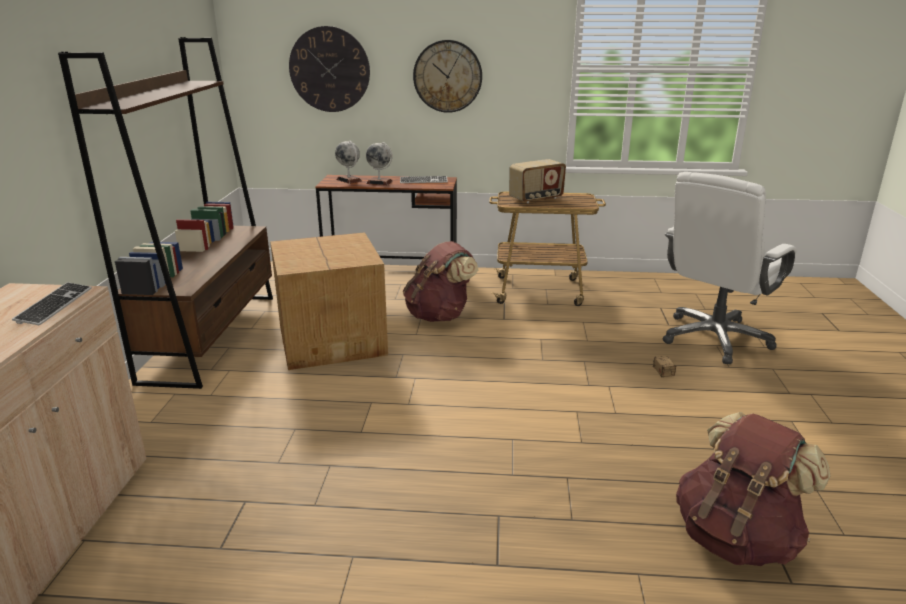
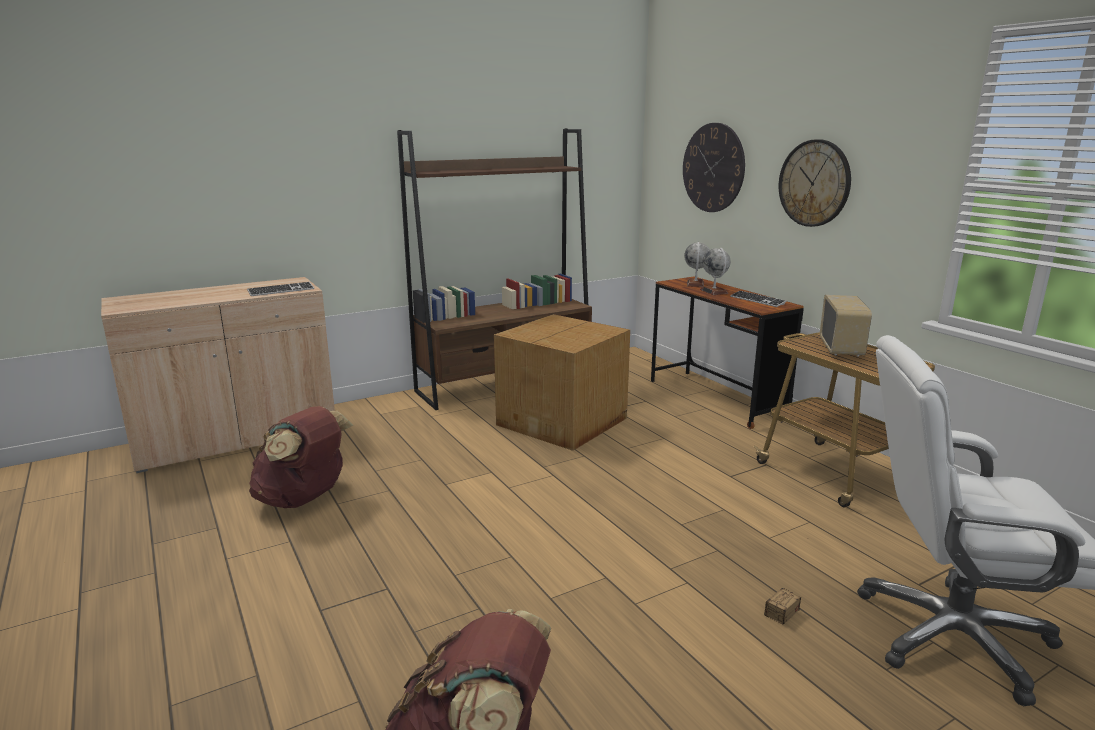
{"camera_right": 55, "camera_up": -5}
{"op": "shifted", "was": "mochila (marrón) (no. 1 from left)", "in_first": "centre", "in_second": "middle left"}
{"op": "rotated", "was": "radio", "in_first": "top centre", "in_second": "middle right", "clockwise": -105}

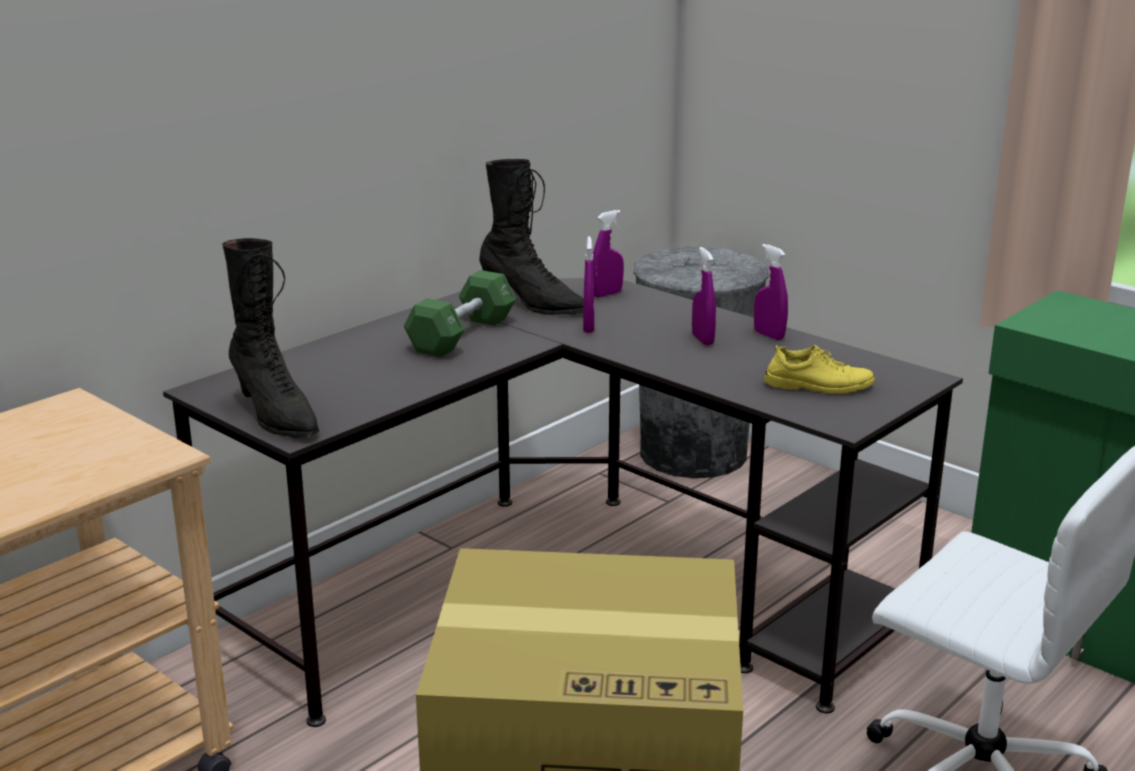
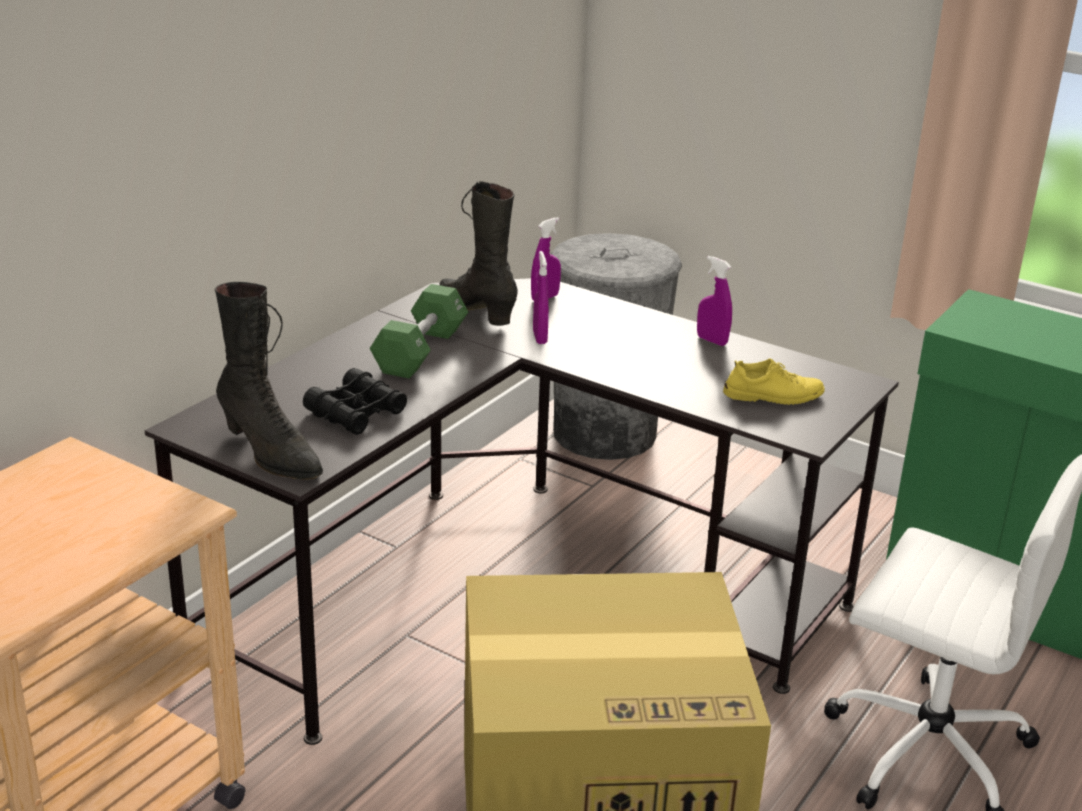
{"camera_right": -10, "camera_up": 5}
{"op": "new", "now": "prismáticos (negro)", "in_second": "middle left"}
{"op": "rotated", "was": "bota (negro) (no. 2 from left)", "in_first": "top centre", "in_second": "top centre", "clockwise": -150}
{"op": "gone", "was": "pulverizador (morado) (no. 3 from left)", "in_first": "centre"}

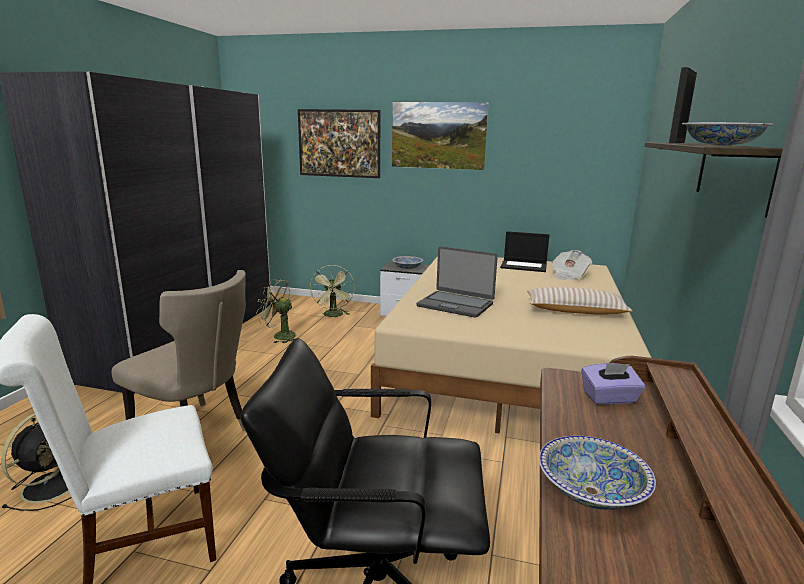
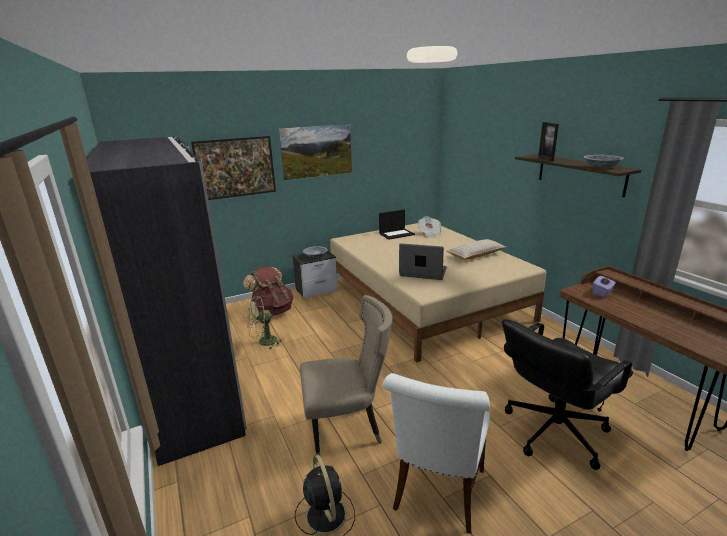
{"camera_right": -40, "camera_up": 5}
{"op": "swapped", "was": "ventilador (verde) (no. 2 from left)", "now": "mochila (marrón)", "in_first": "centre", "in_second": "centre"}
{"op": "rotated", "was": "portátil (no. 1 from left in the first image)", "in_first": "centre", "in_second": "centre", "clockwise": -150}
{"op": "gone", "was": "cuenco (no. 2 from left)", "in_first": "bottom right"}

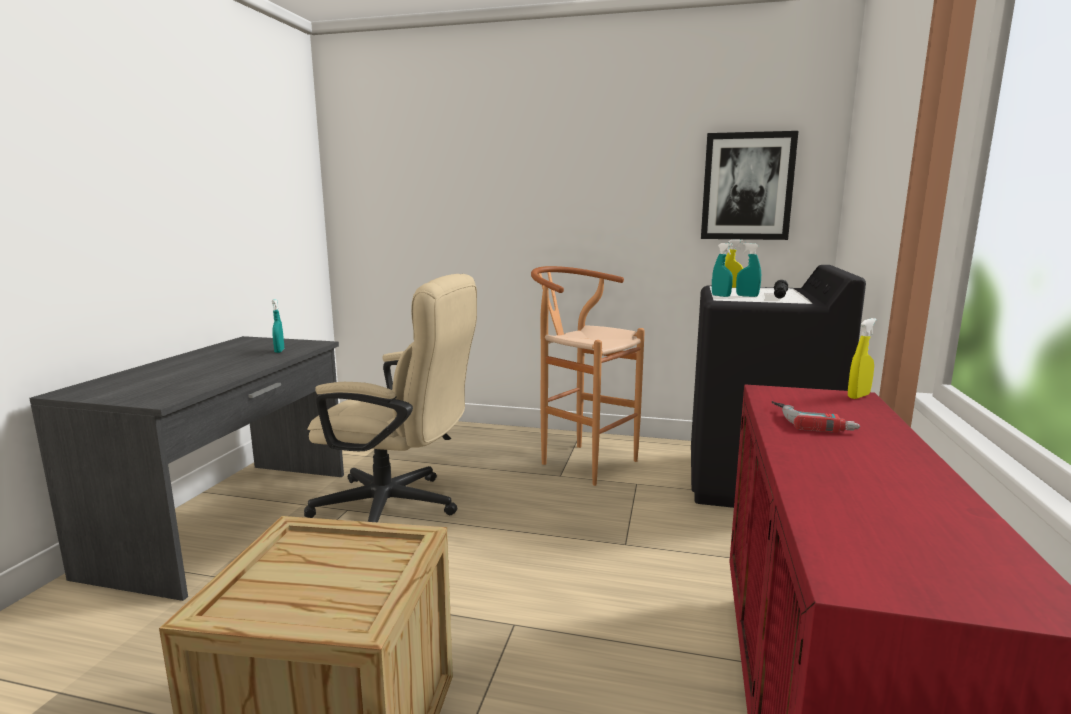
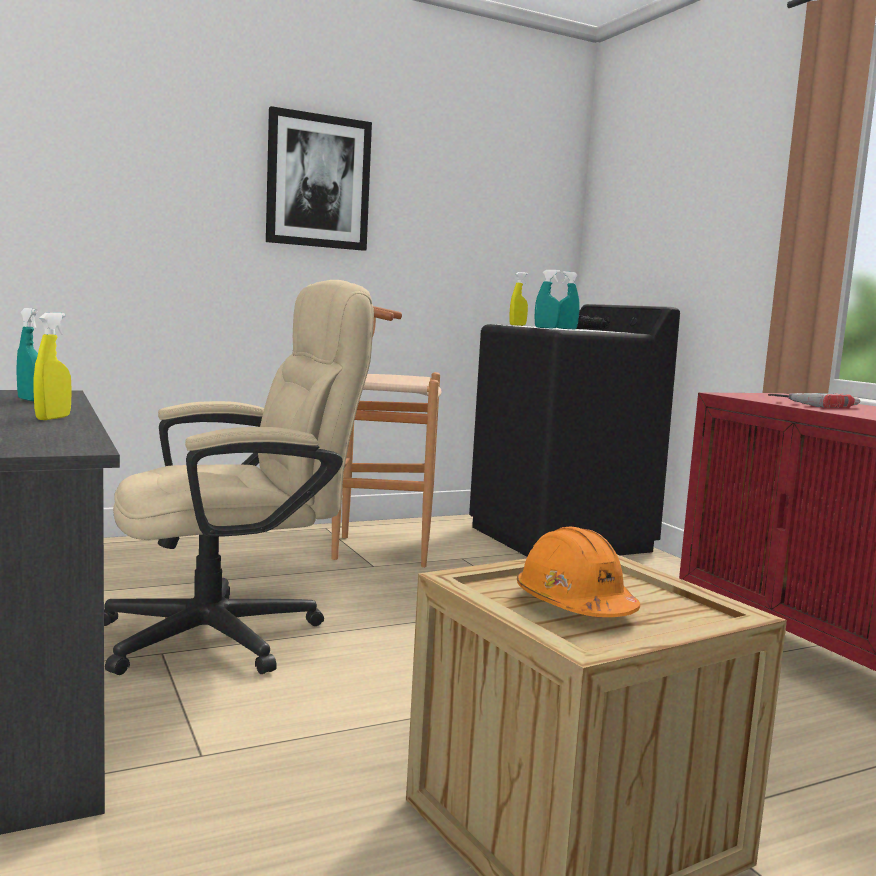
{"camera_right": -40, "camera_up": -5}
{"op": "shifted", "was": "pulverizador (amarillo) (no. 2 from left in the first image)", "now": "pulverizador (amarillo) (no. 1 from left)", "in_first": "middle right", "in_second": "middle left"}
{"op": "shifted", "was": "cuadro", "in_first": "top right", "in_second": "top centre"}
{"op": "new", "now": "casco (naranja)", "in_second": "centre"}

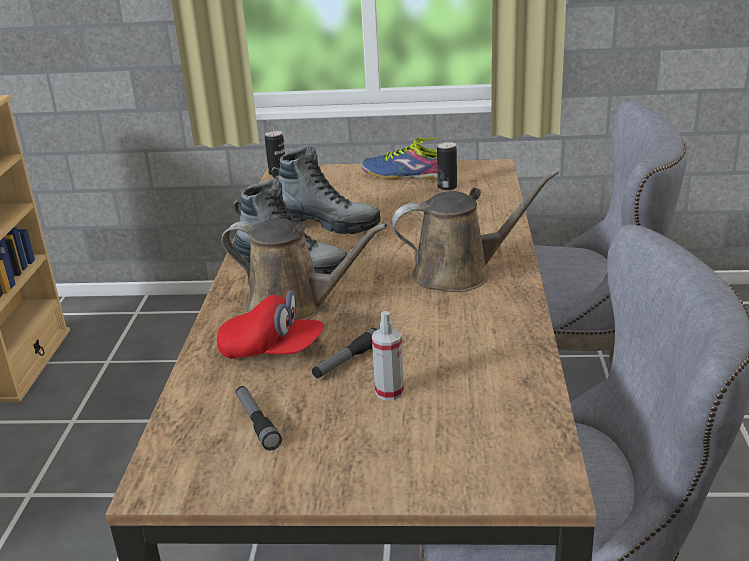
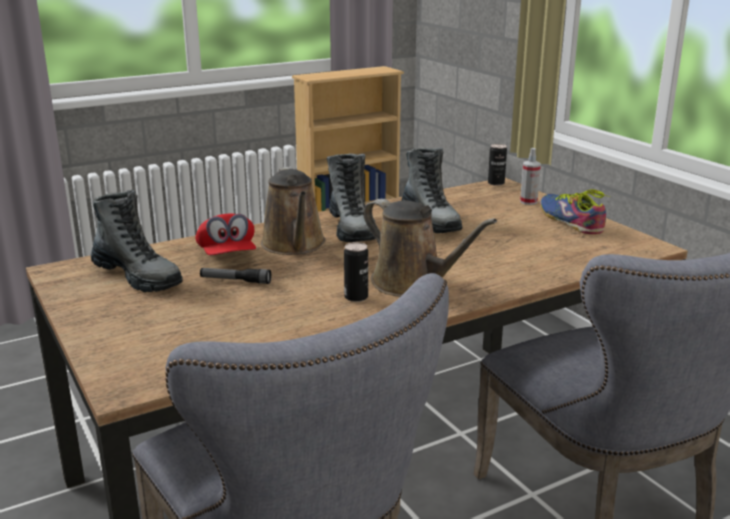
{"camera_right": 55, "camera_up": -5}
{"op": "swapped", "was": "linterna (no. 1 from left)", "now": "bota (no. 1 from left)", "in_first": "bottom centre", "in_second": "middle left"}
{"op": "shifted", "was": "lata (no. 2 from left in the first image)", "now": "lata (no. 1 from left)", "in_first": "top centre", "in_second": "centre"}
{"op": "shifted", "was": "pulverizador", "in_first": "centre", "in_second": "middle right"}

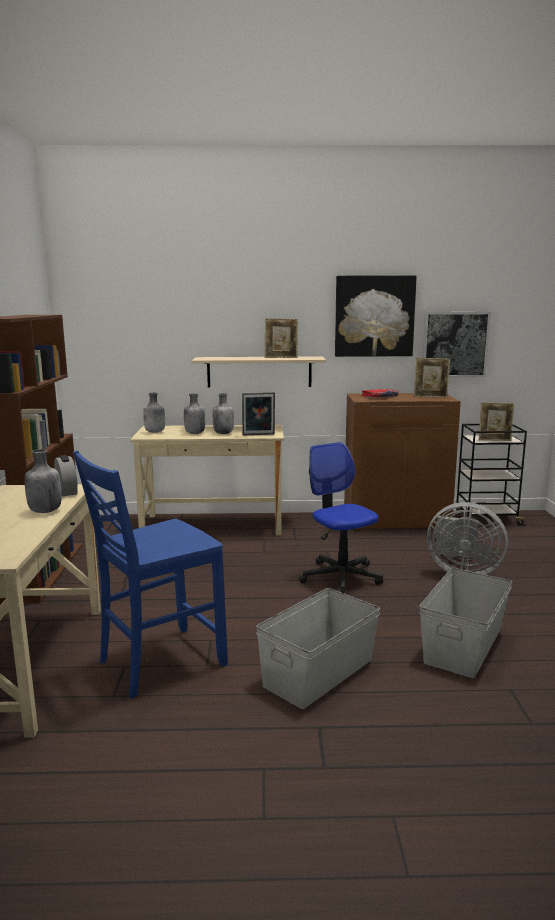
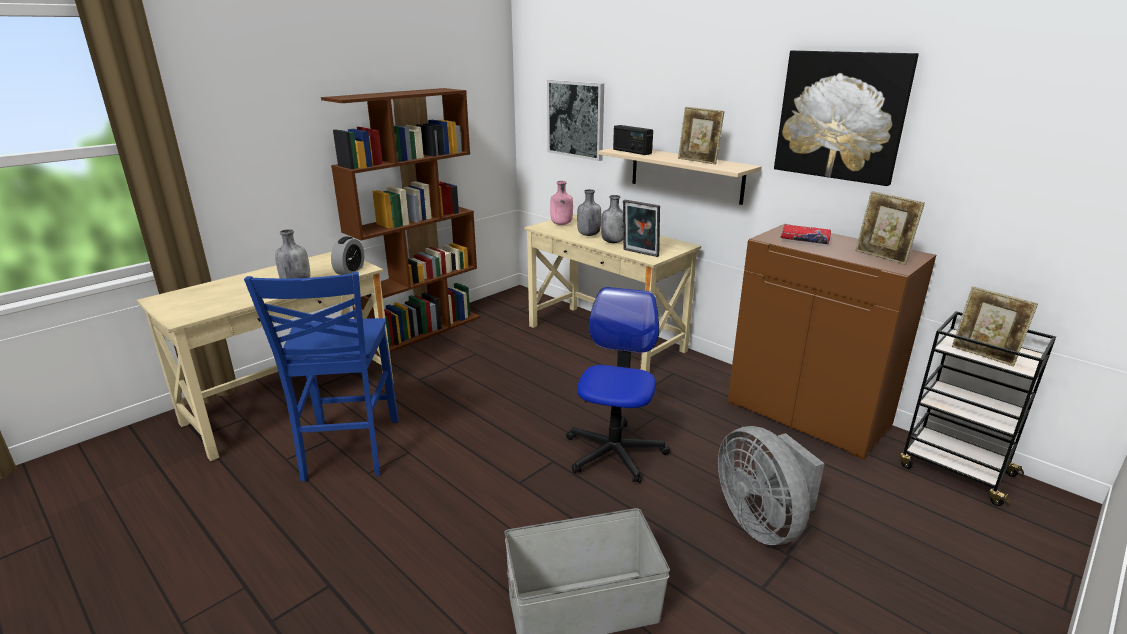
{"camera_right": 45, "camera_up": 10}
{"op": "rotated", "was": "silla (azul)", "in_first": "middle left", "in_second": "middle left", "clockwise": -105}
{"op": "shifted", "was": "cuadro (no. 2 from left in the first image)", "now": "cuadro (no. 1 from left)", "in_first": "middle right", "in_second": "top centre"}
{"op": "repainted", "was": "botella (gris) (no. 2 from left)", "now": "botella (rosa)", "in_first": "middle left", "in_second": "top centre"}
{"op": "new", "now": "radio", "in_second": "top centre"}
{"op": "gone", "was": "caja de almacenaje (gris) (no. 1 from left)", "in_first": "bottom centre"}

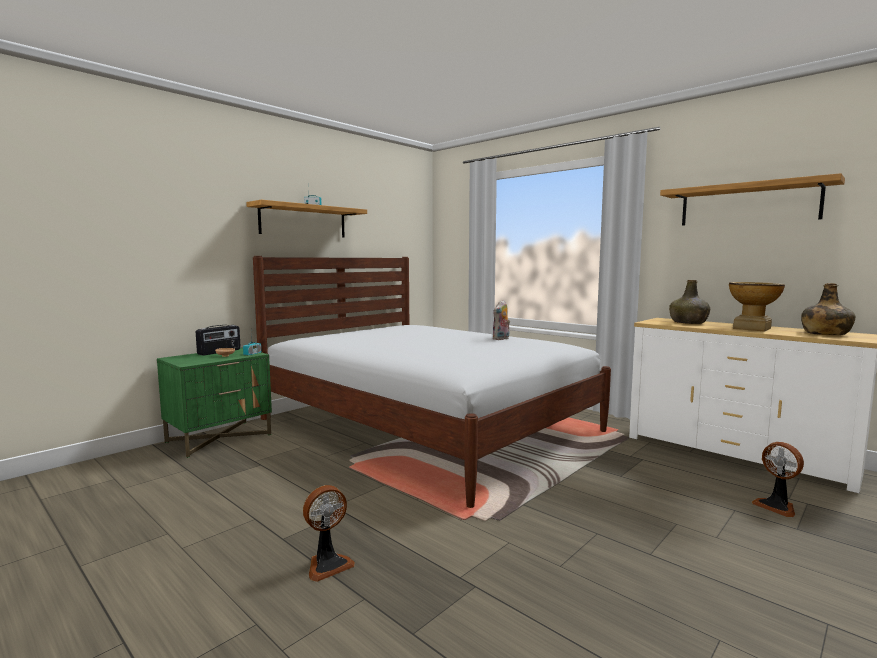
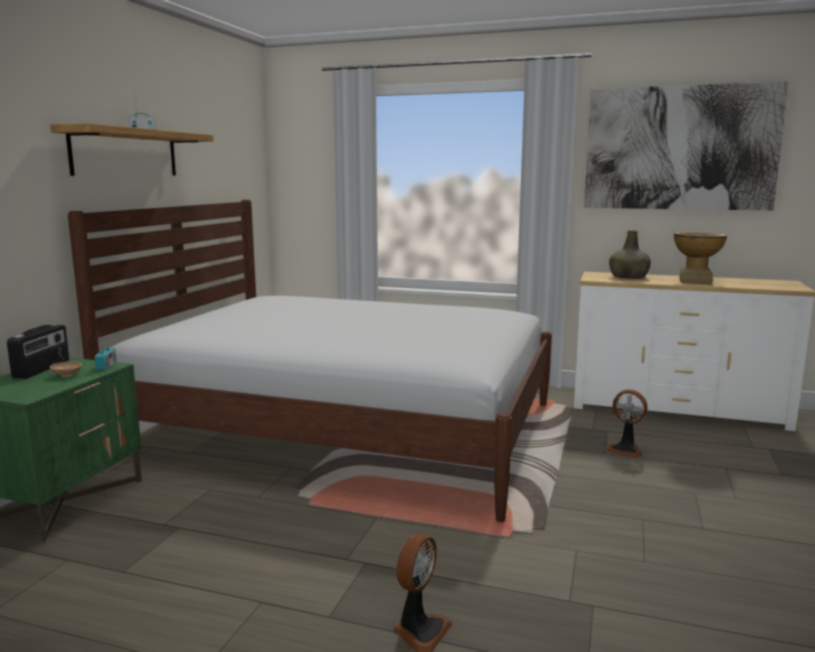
{"camera_right": -25, "camera_up": 5}
{"op": "swapped", "was": "estante (no. 2 from left)", "now": "cuadro", "in_first": "top right", "in_second": "top right"}
{"op": "shifted", "was": "ventilador (no. 2 from left)", "in_first": "bottom right", "in_second": "middle right"}
{"op": "gone", "was": "peluche", "in_first": "centre"}
{"op": "gone", "was": "botella (verde) (no. 2 from left)", "in_first": "middle right"}

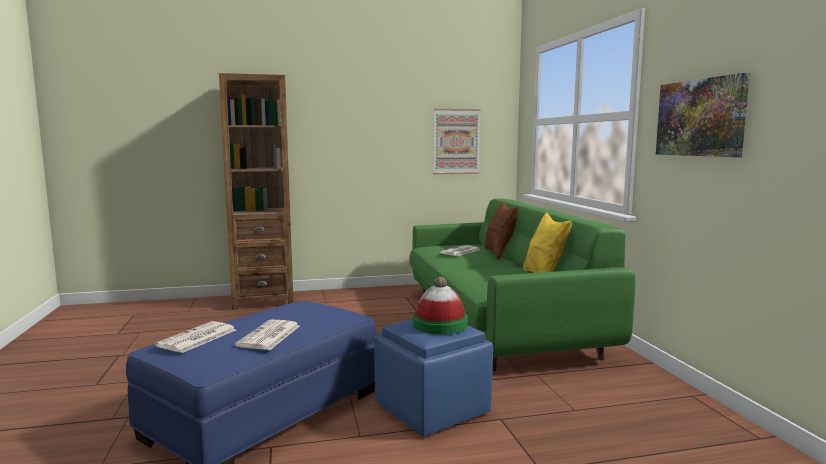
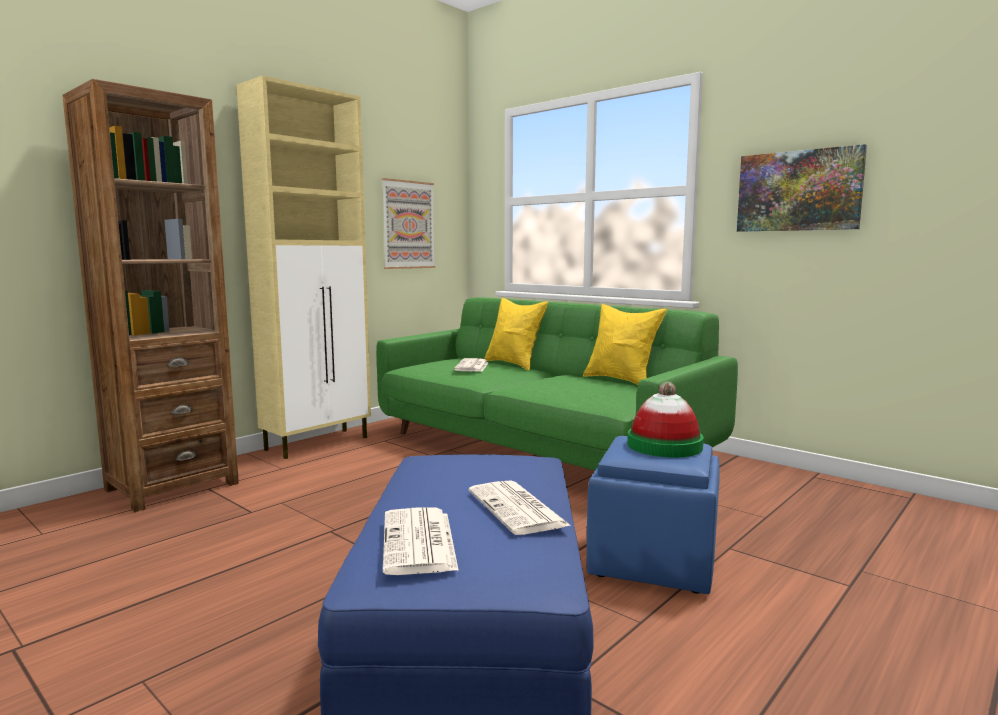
{"camera_right": -35, "camera_up": 0}
{"op": "new", "now": "armario (beis)", "in_second": "middle left"}
{"op": "repainted", "was": "cojín (marrón)", "now": "cojín (amarillo) (no. 1 from left)", "in_first": "centre", "in_second": "centre"}

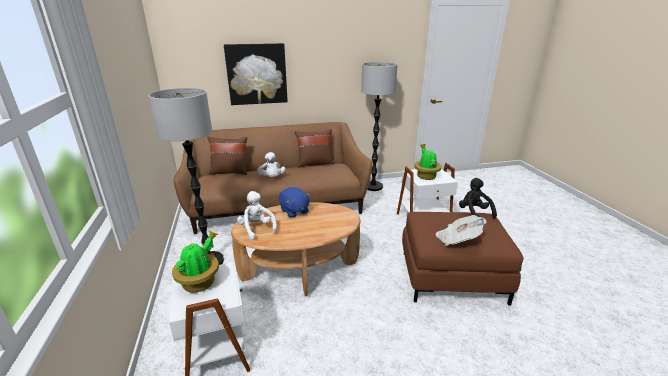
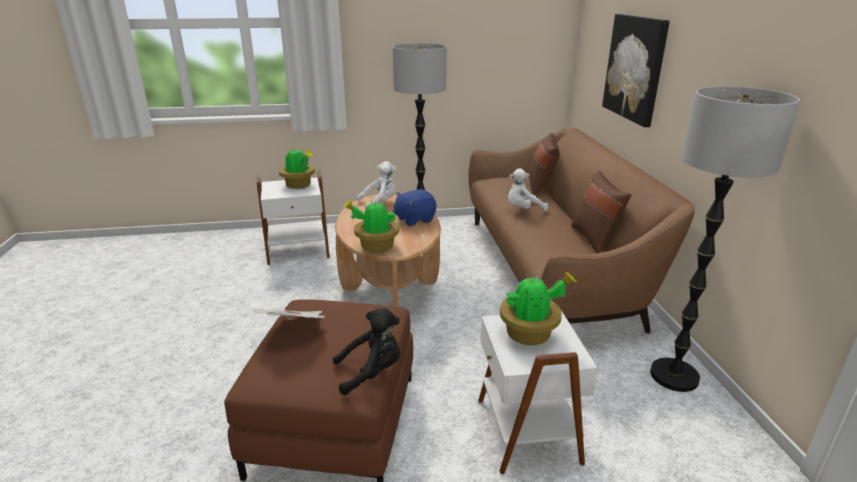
{"camera_right": 95, "camera_up": 0}
{"op": "new", "now": "planta en maceta (no. 2 from left)", "in_second": "centre"}

